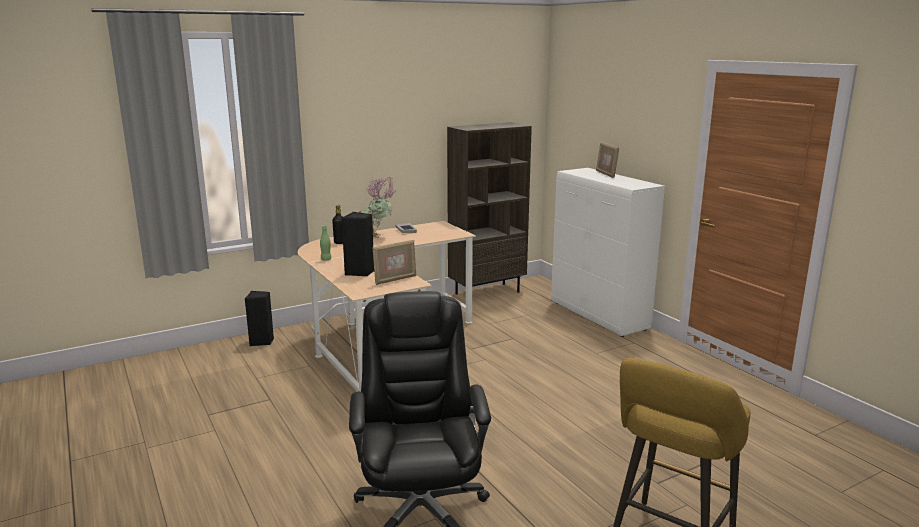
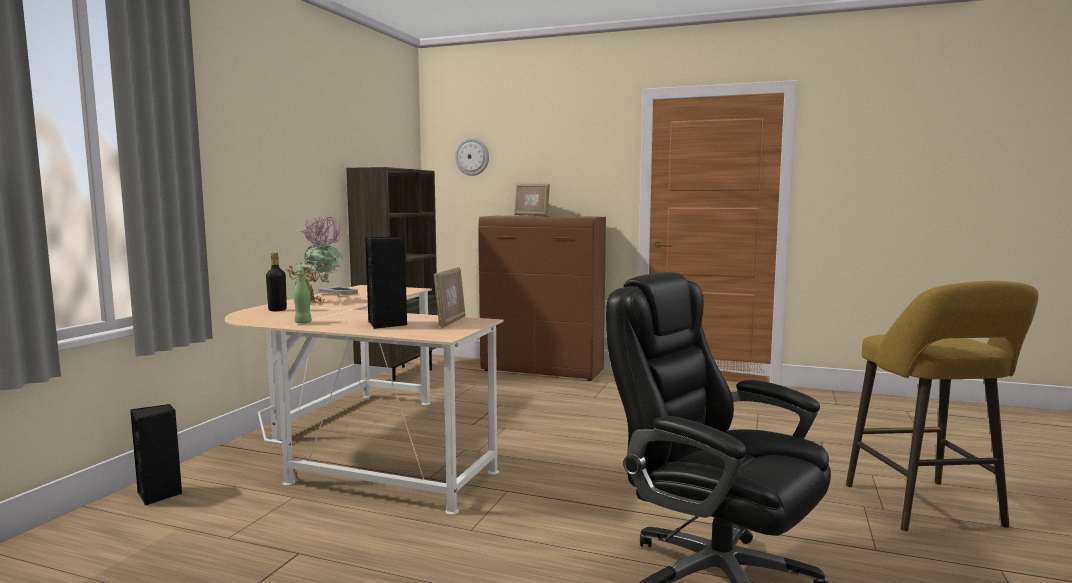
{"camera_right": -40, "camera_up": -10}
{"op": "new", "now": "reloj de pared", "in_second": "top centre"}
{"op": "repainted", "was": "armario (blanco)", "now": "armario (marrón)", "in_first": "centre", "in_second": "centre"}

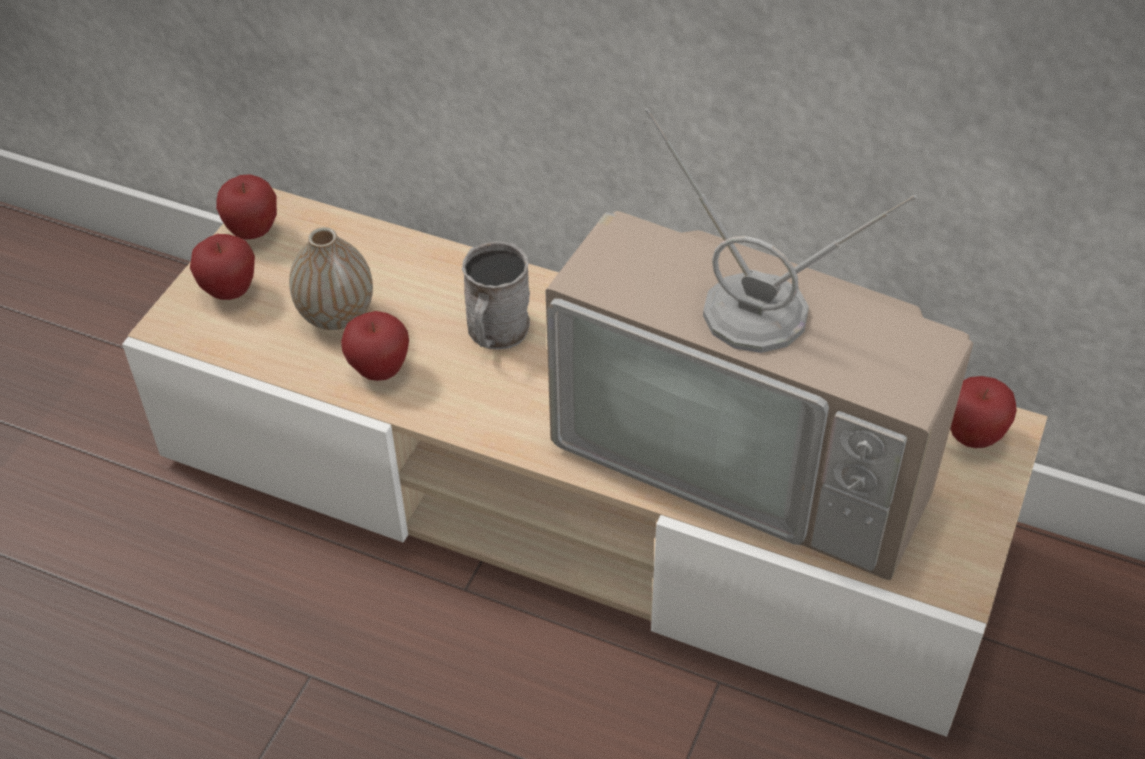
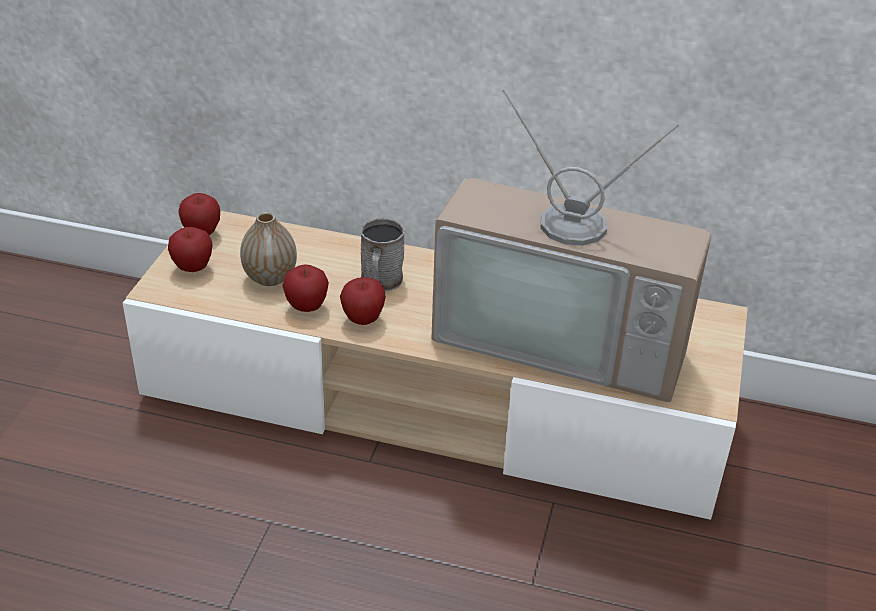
{"camera_right": -10, "camera_up": -10}
{"op": "shifted", "was": "manzana (no. 4 from left)", "in_first": "middle right", "in_second": "centre"}

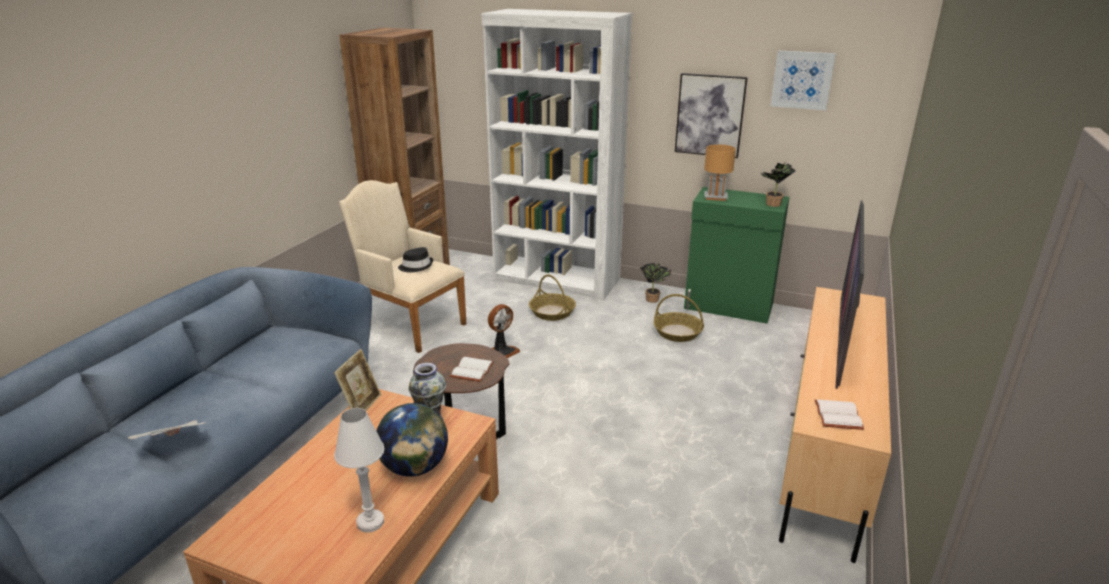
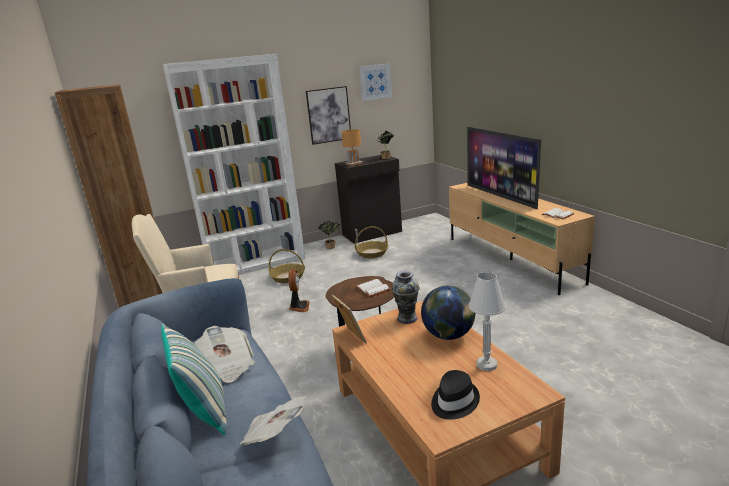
{"camera_right": -45, "camera_up": -5}
{"op": "new", "now": "cojín", "in_second": "bottom left"}
{"op": "new", "now": "periódico (no. 1 from left)", "in_second": "bottom left"}
{"op": "repainted", "was": "armario (verde)", "now": "armario (negro)", "in_first": "centre", "in_second": "centre"}
{"op": "shifted", "was": "sombrero (negro)", "in_first": "centre", "in_second": "bottom centre"}

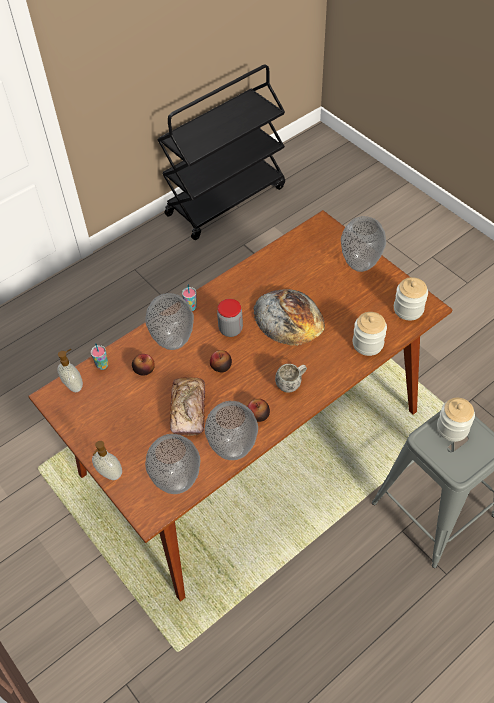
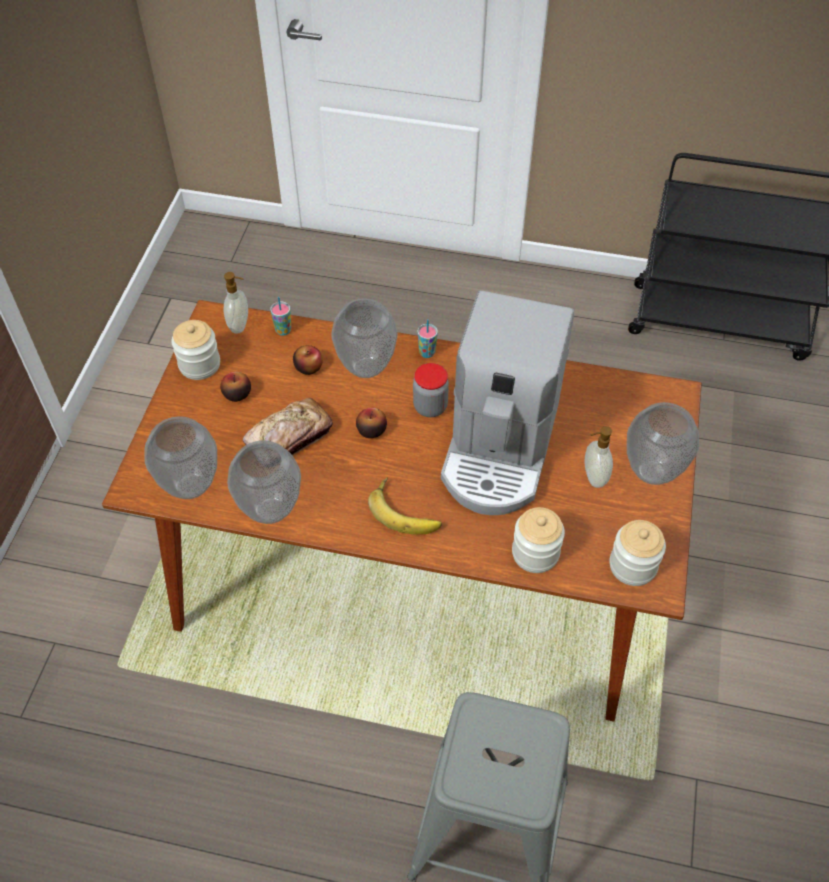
{"camera_right": 50, "camera_up": 0}
{"op": "shifted", "was": "tarro (no. 4 from left in the first image)", "now": "tarro (no. 1 from left)", "in_first": "middle right", "in_second": "middle left"}
{"op": "shifted", "was": "manzana (no. 3 from left in the first image)", "now": "manzana (no. 1 from left)", "in_first": "centre", "in_second": "middle left"}
{"op": "swapped", "was": "taza grande (blanco)", "now": "plátano", "in_first": "centre", "in_second": "centre"}
{"op": "swapped", "was": "pan (no. 2 from left)", "now": "cafetera", "in_first": "centre", "in_second": "centre"}
{"op": "shifted", "was": "dispensador de jabón (no. 2 from left)", "in_first": "middle left", "in_second": "middle right"}

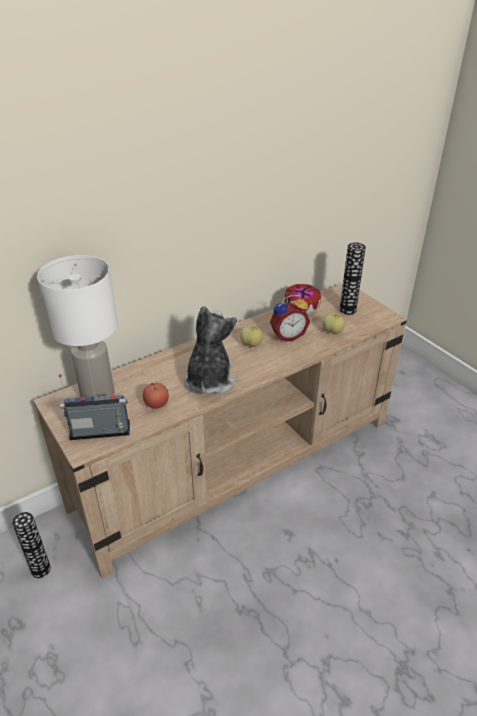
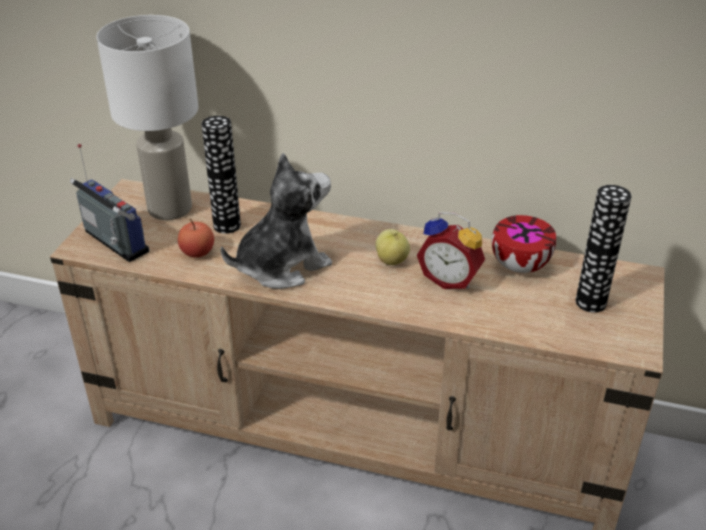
{"camera_right": 50, "camera_up": 0}
{"op": "shifted", "was": "florero (no. 1 from left)", "in_first": "bottom left", "in_second": "top left"}
{"op": "gone", "was": "manzana (no. 3 from left)", "in_first": "middle right"}

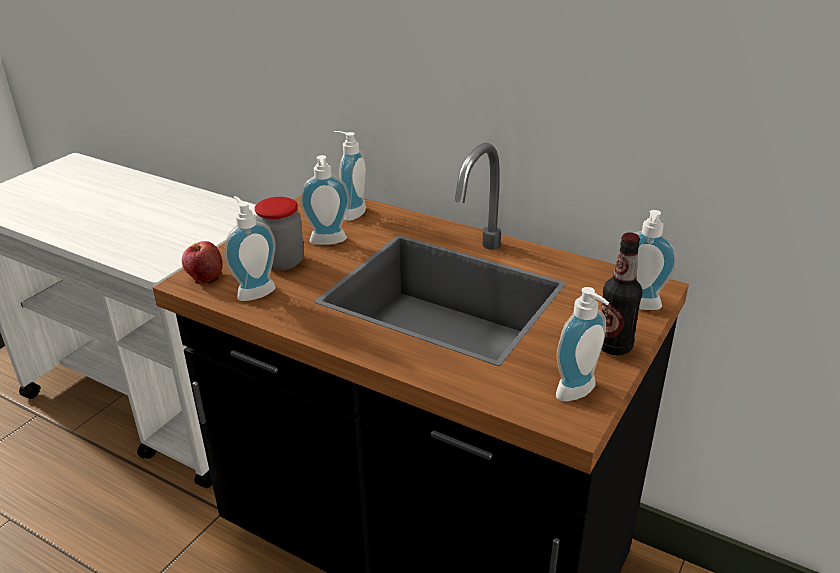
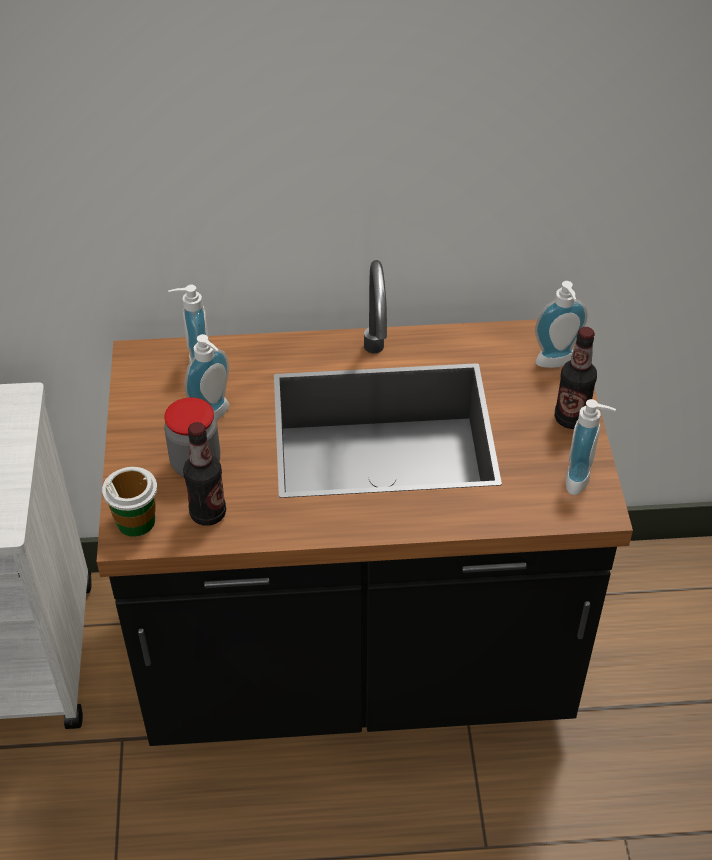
{"camera_right": -35, "camera_up": 15}
{"op": "swapped", "was": "manzana", "now": "taza", "in_first": "middle left", "in_second": "middle left"}
{"op": "swapped", "was": "dispensador de jabón (no. 1 from left)", "now": "botella (no. 1 from left)", "in_first": "middle left", "in_second": "middle left"}

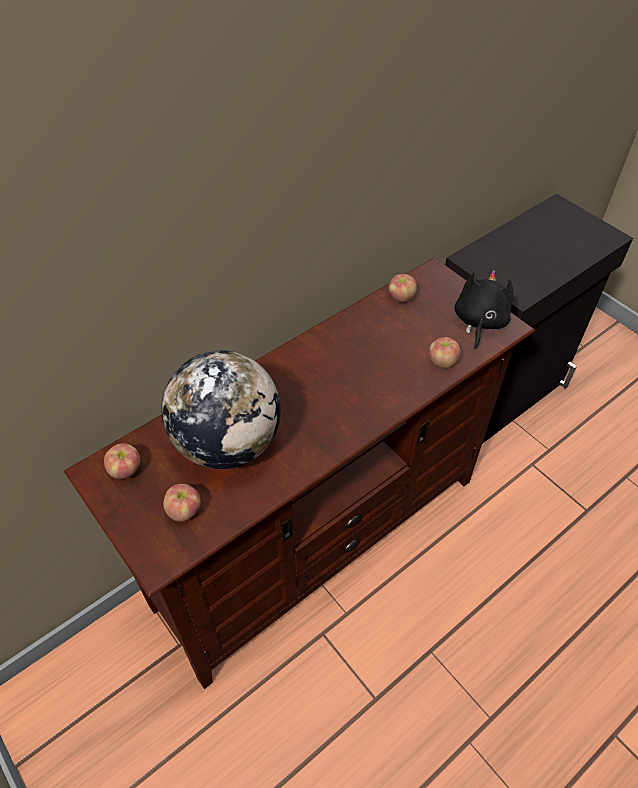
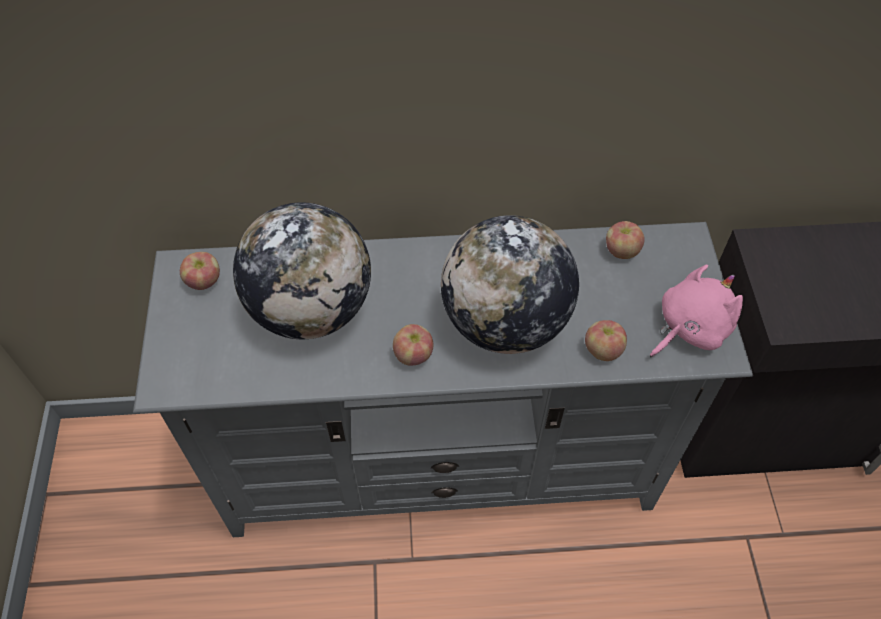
{"camera_right": 35, "camera_up": 5}
{"op": "repainted", "was": "mueble de televisión (marrón)", "now": "mueble de televisión (gris)", "in_first": "centre", "in_second": "centre"}
{"op": "shifted", "was": "manzana (no. 2 from left)", "in_first": "middle left", "in_second": "centre"}
{"op": "new", "now": "globo terráqueo (no. 2 from left)", "in_second": "centre"}
{"op": "repainted", "was": "peluche (negro)", "now": "peluche (rosa)", "in_first": "middle right", "in_second": "middle right"}

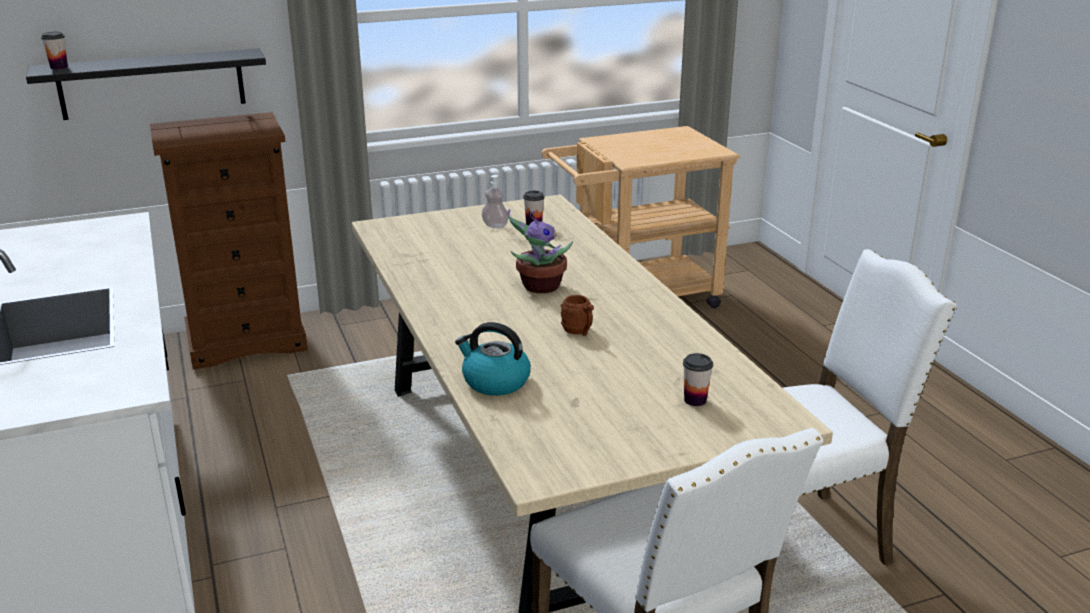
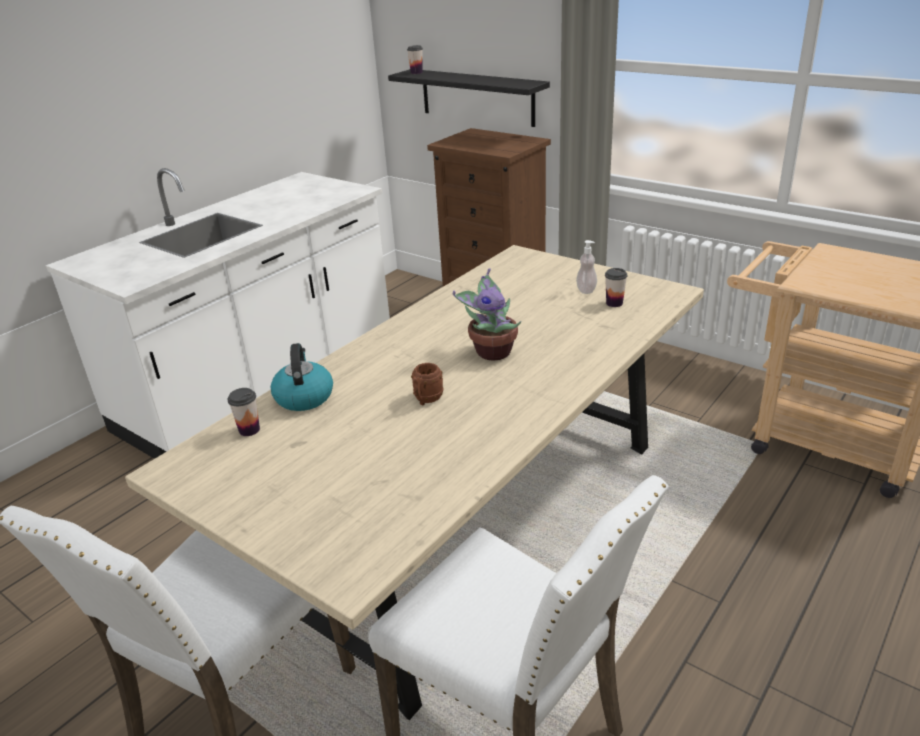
{"camera_right": 60, "camera_up": 5}
{"op": "shifted", "was": "taza (no. 3 from left in the first image)", "now": "taza (no. 1 from left)", "in_first": "centre", "in_second": "middle left"}

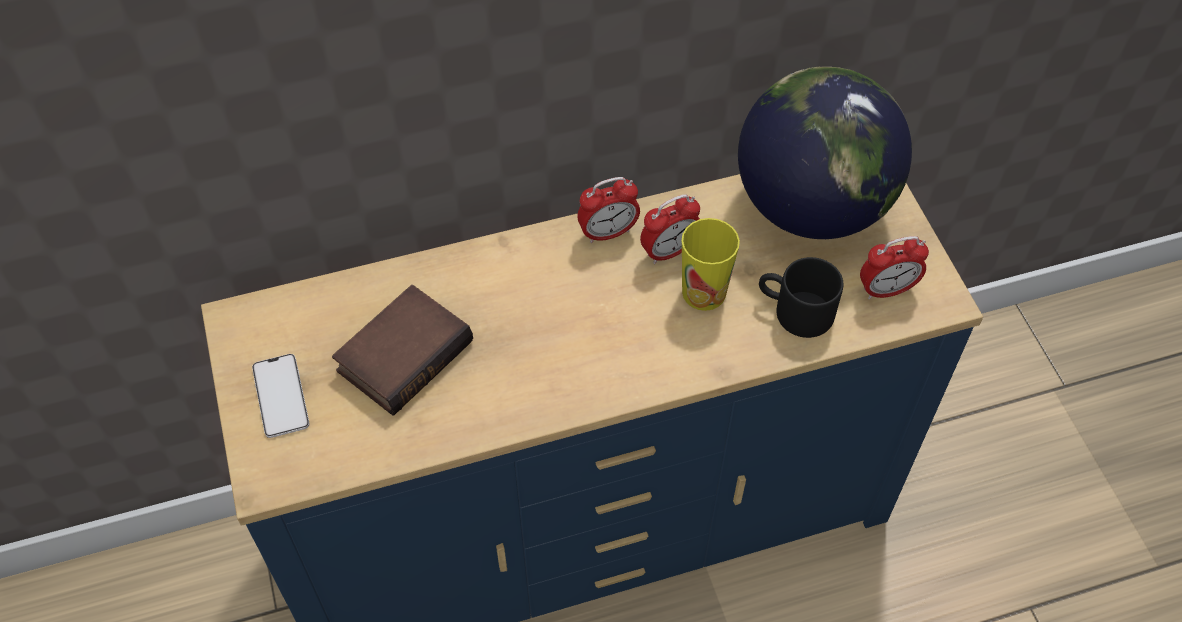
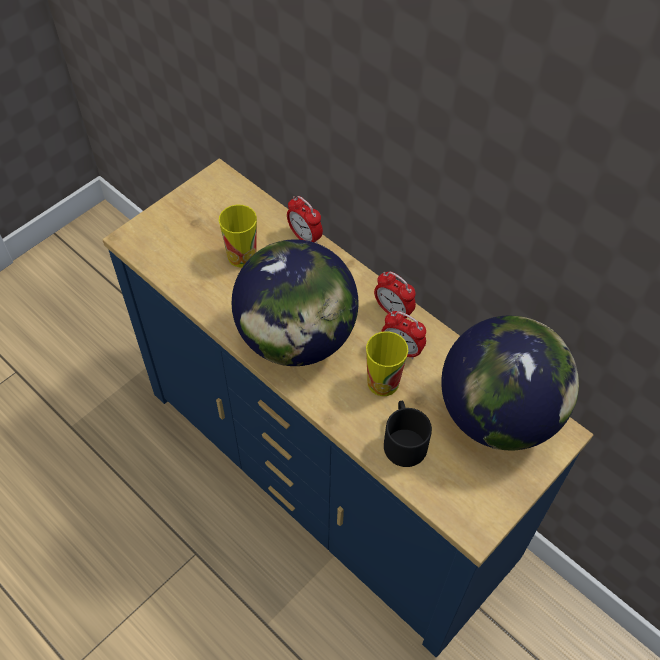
{"camera_right": 60, "camera_up": 0}
{"op": "swapped", "was": "libro", "now": "taza (no. 1 from left)", "in_first": "centre", "in_second": "centre"}
{"op": "new", "now": "globo terráqueo (no. 1 from left)", "in_second": "centre"}
{"op": "shifted", "was": "despertador (no. 3 from left in the first image)", "now": "despertador (no. 1 from left)", "in_first": "middle right", "in_second": "top centre"}
{"op": "gone", "was": "móvil", "in_first": "middle left"}

